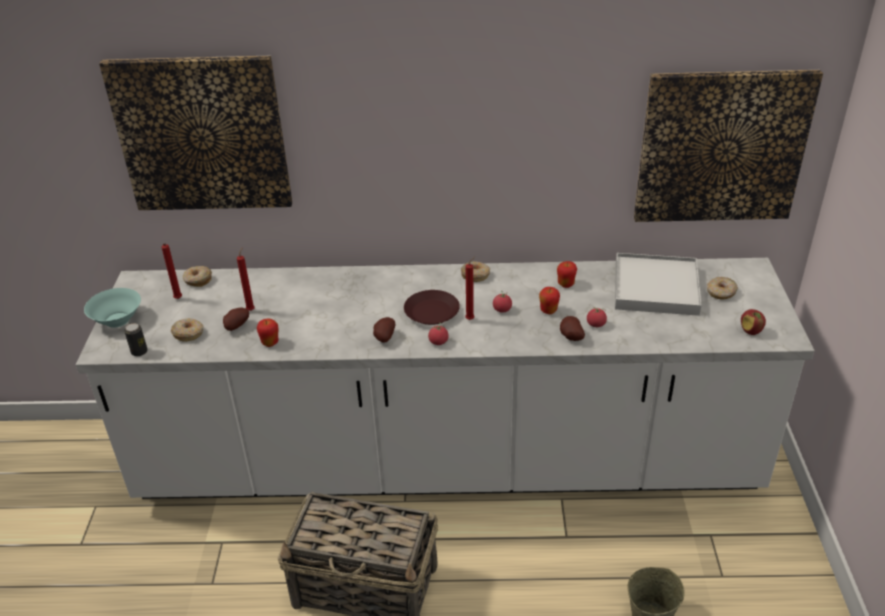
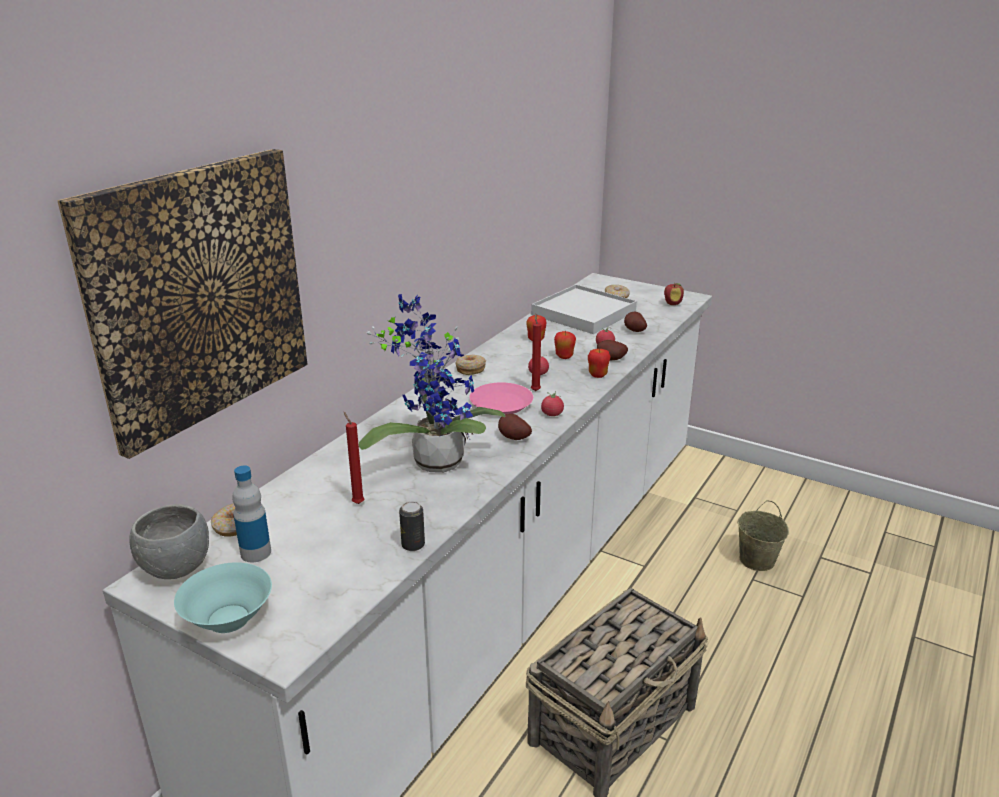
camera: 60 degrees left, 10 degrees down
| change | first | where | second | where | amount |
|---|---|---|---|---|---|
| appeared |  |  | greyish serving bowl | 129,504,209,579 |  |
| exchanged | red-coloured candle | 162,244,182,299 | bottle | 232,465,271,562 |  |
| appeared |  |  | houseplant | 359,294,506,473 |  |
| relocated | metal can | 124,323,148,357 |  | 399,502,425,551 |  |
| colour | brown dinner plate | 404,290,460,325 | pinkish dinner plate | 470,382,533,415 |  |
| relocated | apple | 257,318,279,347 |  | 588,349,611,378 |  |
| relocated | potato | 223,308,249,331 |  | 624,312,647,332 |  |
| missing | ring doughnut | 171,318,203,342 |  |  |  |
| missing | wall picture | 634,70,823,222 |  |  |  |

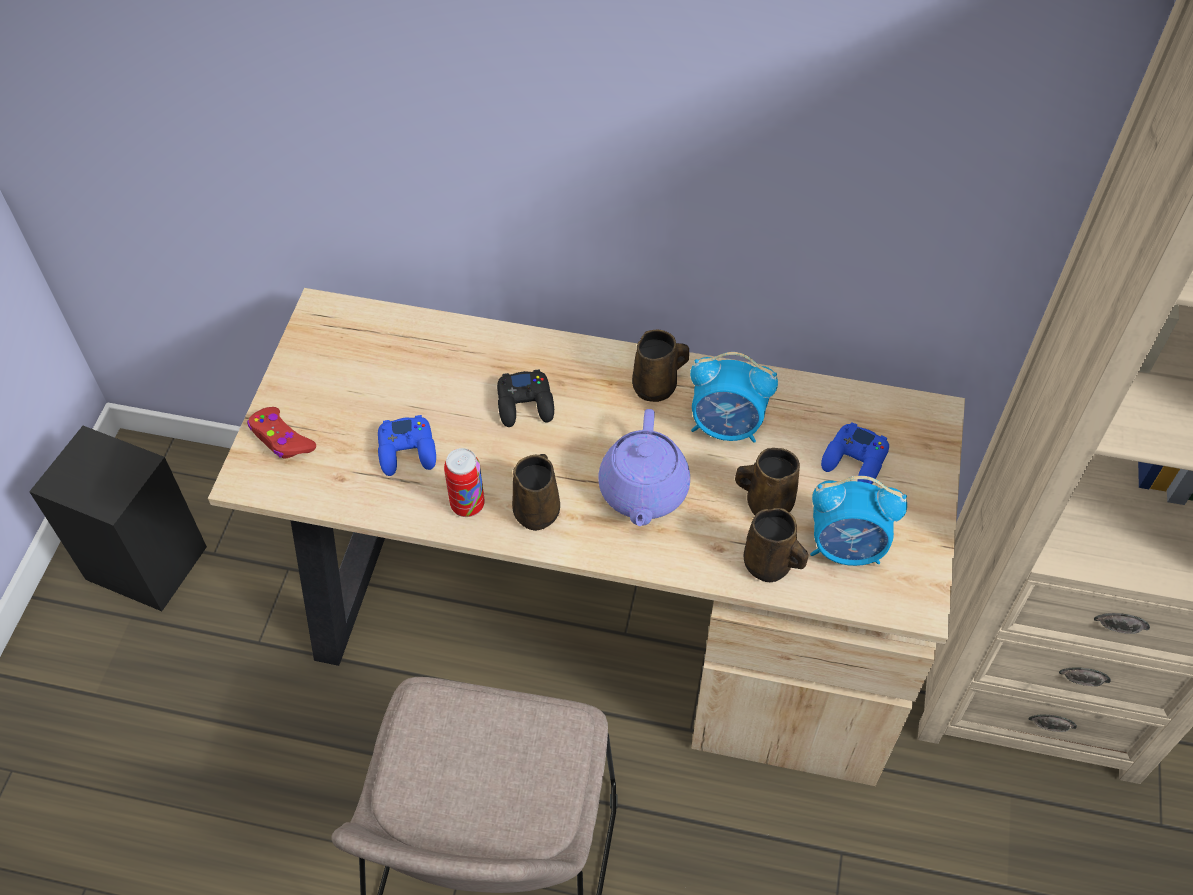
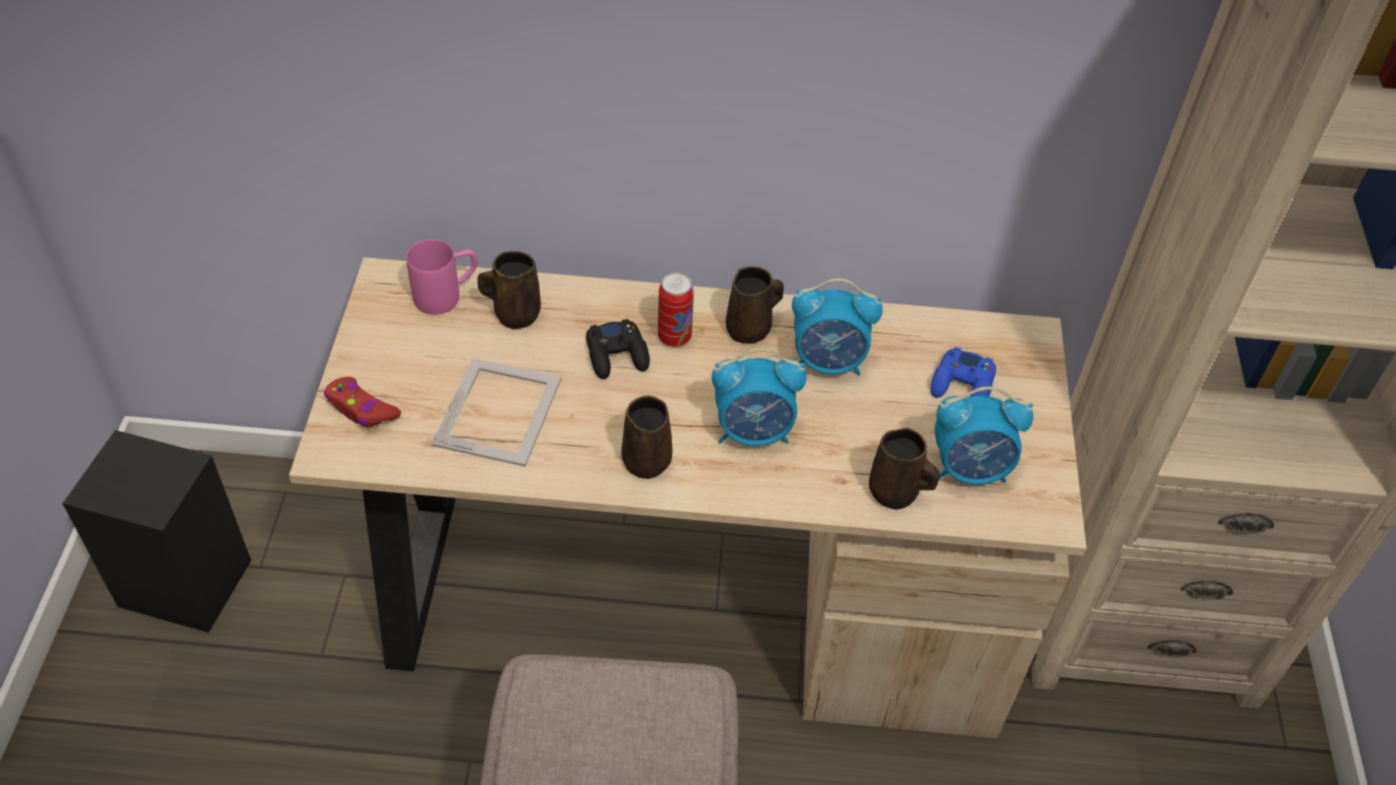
camera: 10 degrees left, 5 degrees down
| change | first | where | second | where | amount |
|---|---|---|---|---|---|
| appeared |  |  | pinkish mug | 406,239,477,315 |  |
| exchanged | blue gamepad | 378,415,436,476 | picture frame | 432,358,561,467 |  |
| relocated | brown mug | 735,448,800,515 |  | 477,251,541,329 |  |
| relocated | metal can | 444,448,485,517 |  | 658,273,694,347 |  |
| exchanged | purplish teapot | 598,409,690,526 | alarm clock | 712,348,807,446 |  |

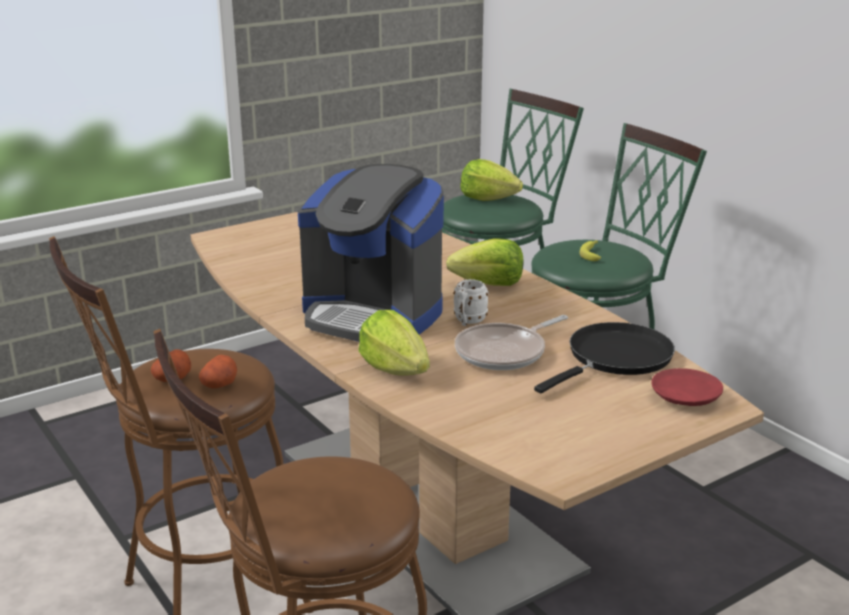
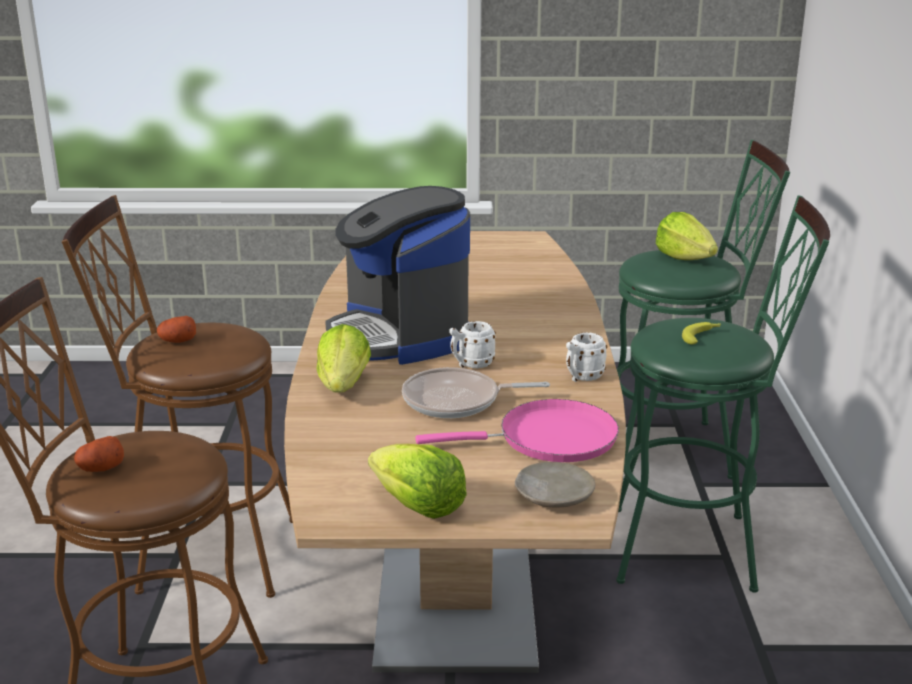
camera: 35 degrees right, 0 degrees up
| change | first | where | second | where | amount |
|---|---|---|---|---|---|
| relocated | potato | 199,355,237,388 |  | 74,436,124,472 |  |
| relocated | head of lettuce | 446,239,524,286 |  | 368,444,467,519 |  |
| colour | blackish skillet | 534,322,675,393 | pinkish skillet | 415,399,619,462 |  |
| colour | red-coloured dinner plate | 651,368,723,406 | beige dinner plate | 515,462,595,507 |  |
| appeared |  |  | whitish mug | 566,332,607,382 |  |

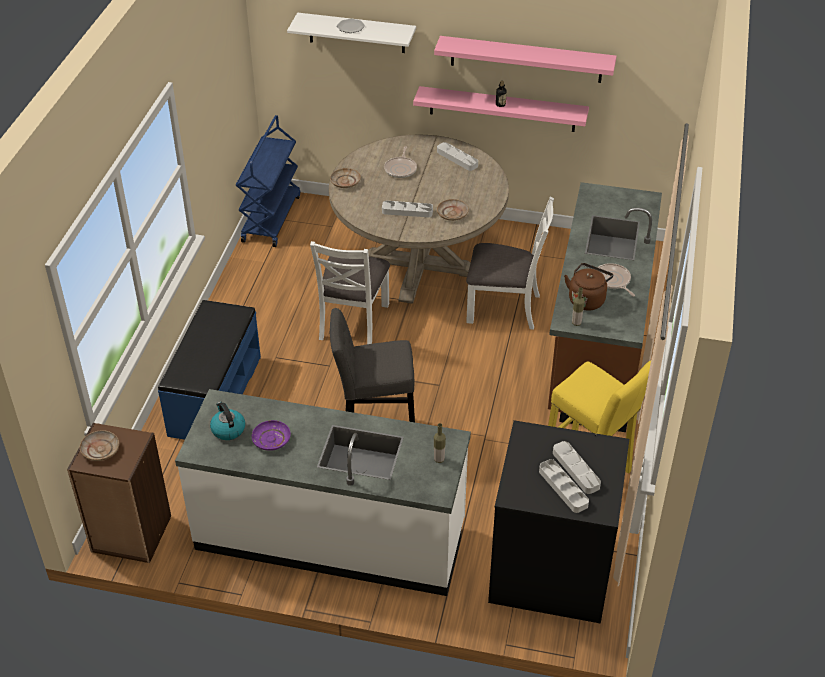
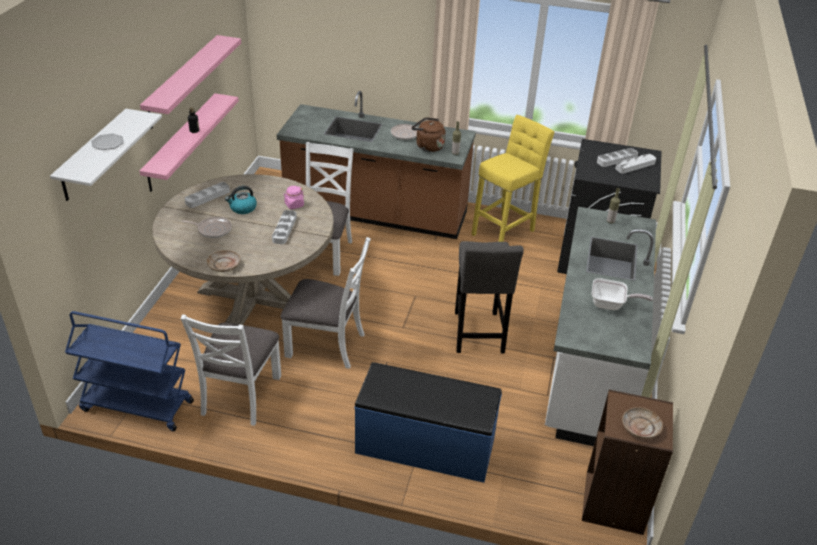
camera: 90 degrees left, 5 degrees down
| change | first | where | second | where | amount |
|---|---|---|---|---|---|
| appeared |  |  | whitish plain chair | 181,314,281,426 |  |
| relocated | tea kettle | 210,401,245,440 |  | 225,186,257,214 |  |
| exchanged | beige dinner plate | 437,199,469,221 | pinkish storage jar | 283,186,304,209 |  |
| exchanged | purplish dinner plate | 252,420,291,451 | skillet | 592,278,653,310 |  |

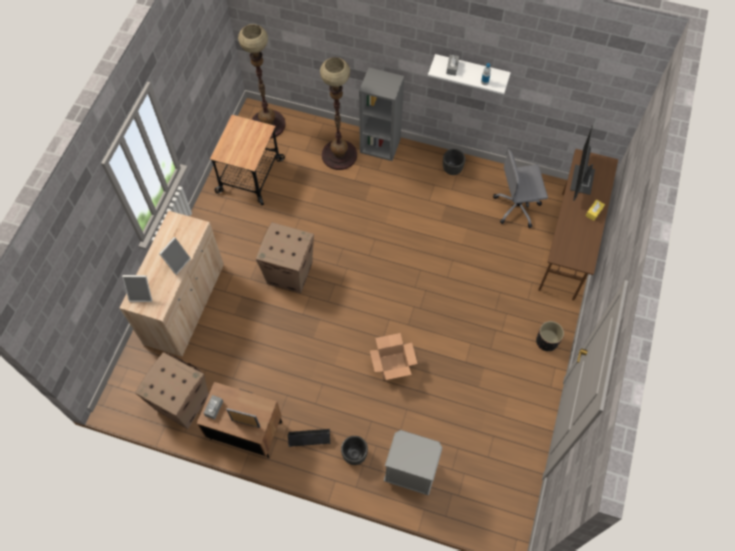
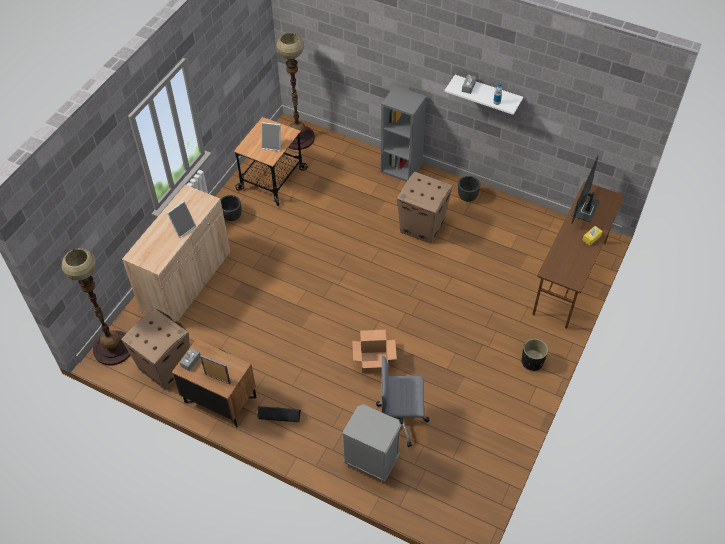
camera: 10 degrees right, 10 degrees down
| change | first | where | second | where | amount |
|---|---|---|---|---|---|
| relocated | floor lamp | 320,57,357,170 |  | 61,248,130,366 |  |
| relocated | blackish flower pot | 341,436,368,465 |  | 220,195,242,221 |  |
| relocated | picture frame | 122,275,152,302 |  | 262,122,281,151 |  |
| relocated | greyish computer chair | 493,149,548,228 |  | 376,356,429,447 |  |
| relocated | packing box | 256,222,314,293 |  | 397,171,453,244 |  |

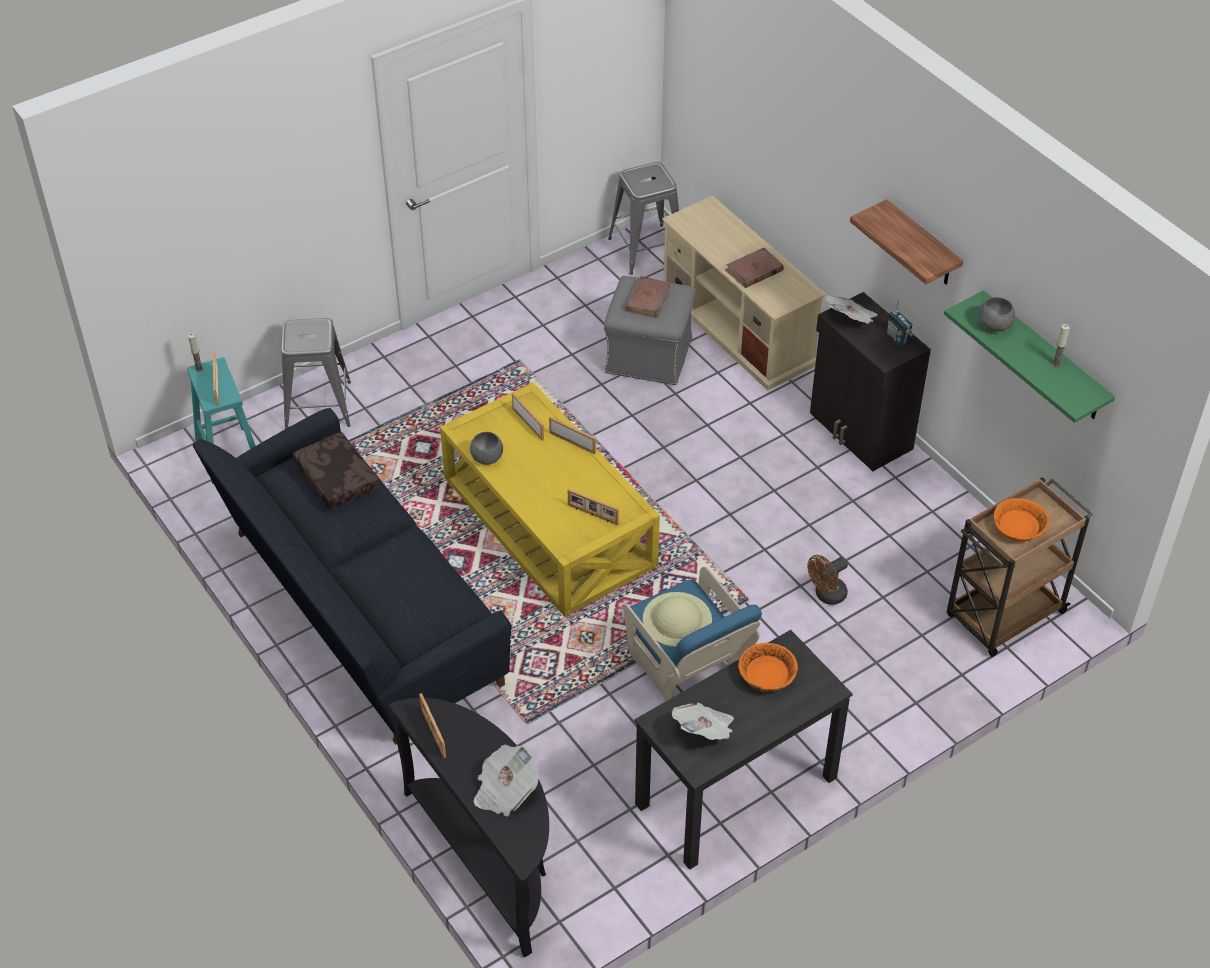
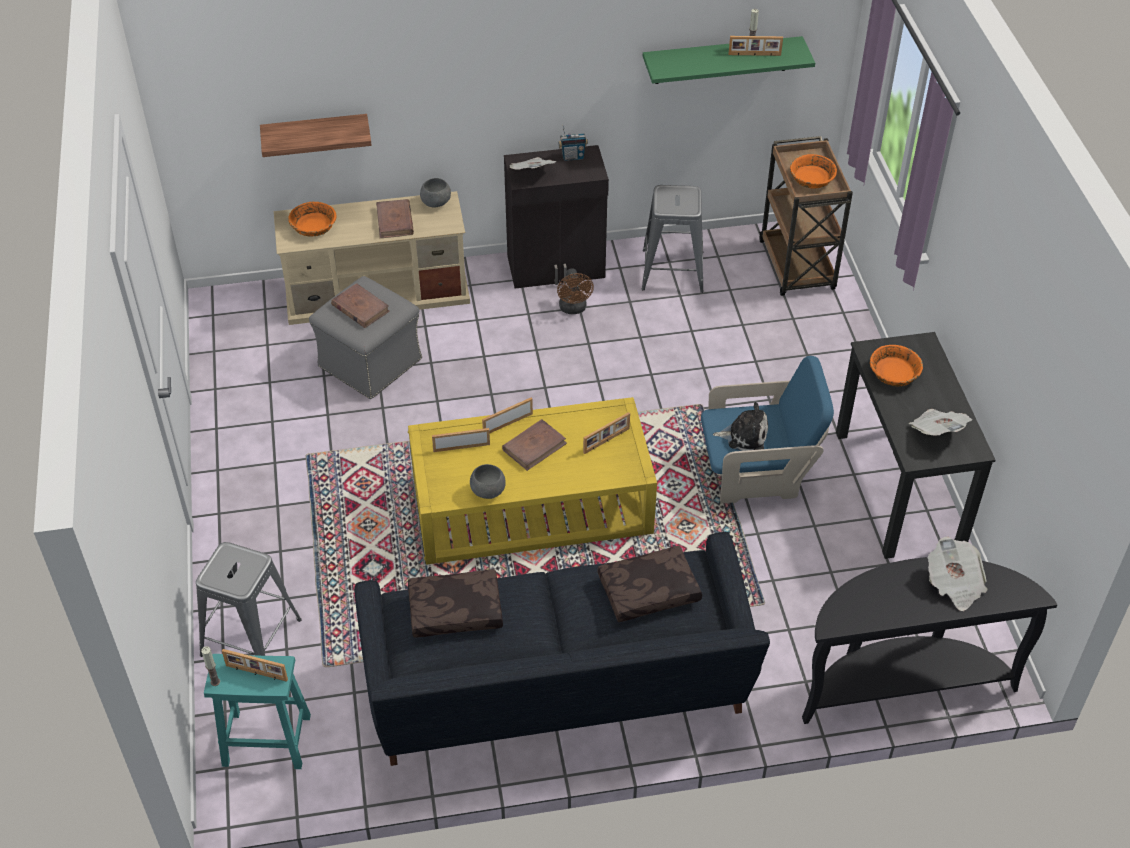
camera: 65 degrees left, 0 degrees up
| change | first | where | second | where | amount |
|---|---|---|---|---|---|
| relocated | shelf | 850,199,963,285 |  | 260,114,372,157 |  |
| appeared |  |  | orangey serving bowl | 288,202,337,237 |  |
| relocated | greyish serving bowl | 978,297,1015,332 |  | 420,178,451,208 |  |
| appeared |  |  | brown volume | 502,419,567,471 |  |
| relocated | brown fan | 808,555,848,605 |  | 557,268,594,314 |  |
| appeared |  |  | brown pillow | 597,546,702,622 |  |
| relocated | greyish stool seat | 608,162,679,275 |  | 642,185,704,293 |  |
| exchanged | beige hat | 643,592,712,647 | plush toy | 713,402,768,451 |  |
| relocated | picture frame | 419,693,446,758 |  | 729,36,783,56 |  |

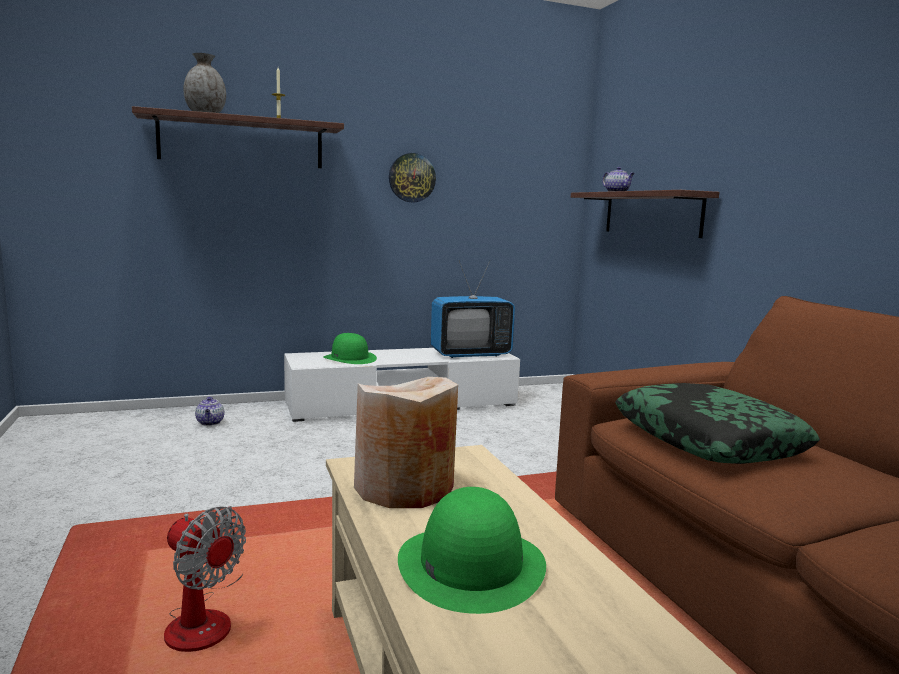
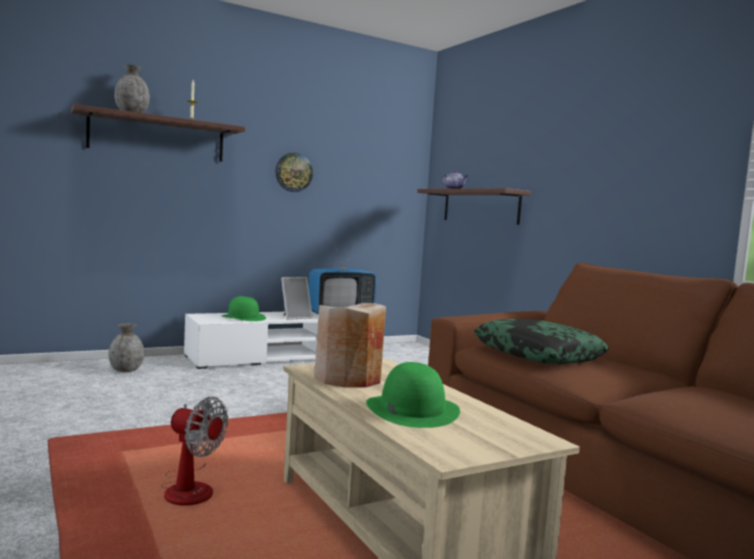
camera: 10 degrees left, 5 degrees down
| change | first | where | second | where | amount |
|---|---|---|---|---|---|
| exchanged | teapot | 195,397,224,426 | greyish vase | 108,324,144,372 |  |
| appeared |  |  | picture frame | 281,277,313,320 |  |

